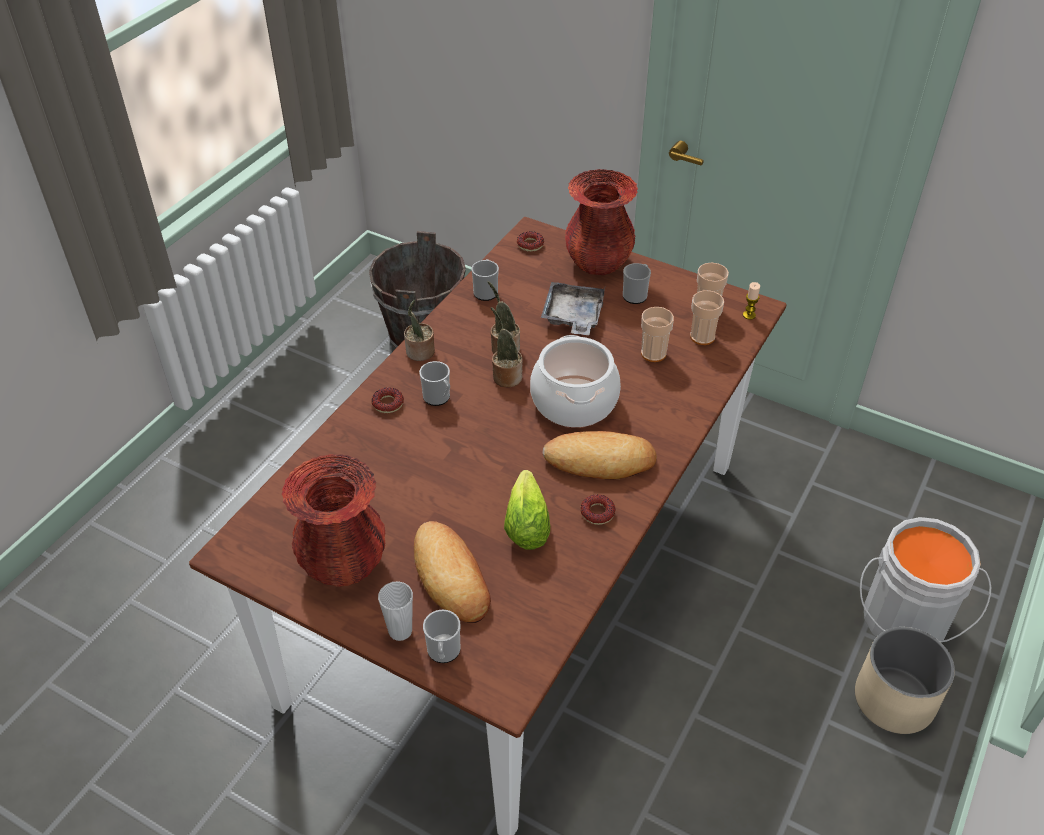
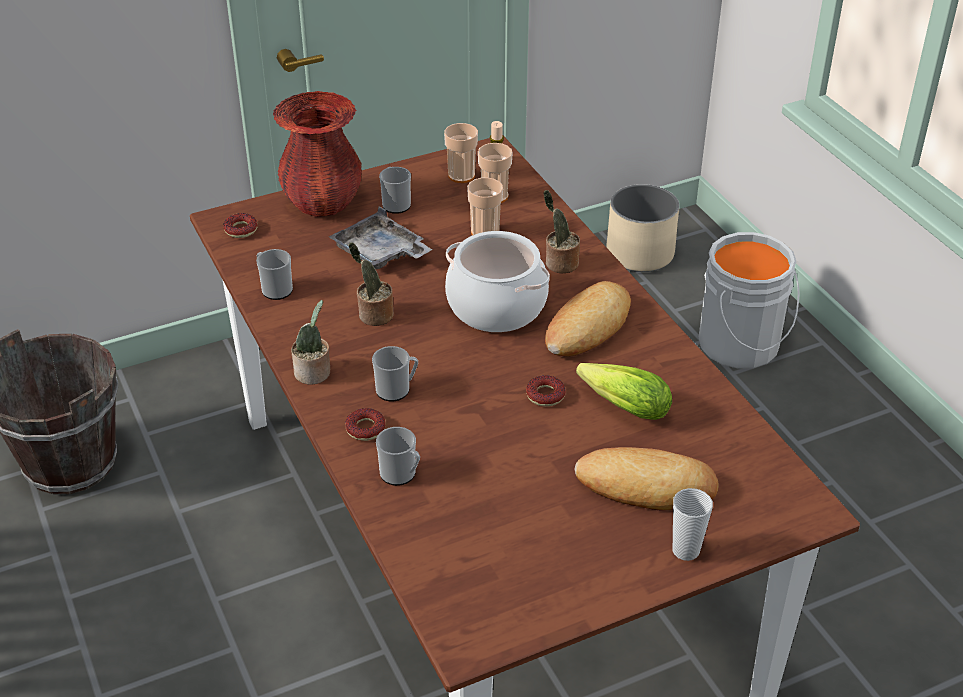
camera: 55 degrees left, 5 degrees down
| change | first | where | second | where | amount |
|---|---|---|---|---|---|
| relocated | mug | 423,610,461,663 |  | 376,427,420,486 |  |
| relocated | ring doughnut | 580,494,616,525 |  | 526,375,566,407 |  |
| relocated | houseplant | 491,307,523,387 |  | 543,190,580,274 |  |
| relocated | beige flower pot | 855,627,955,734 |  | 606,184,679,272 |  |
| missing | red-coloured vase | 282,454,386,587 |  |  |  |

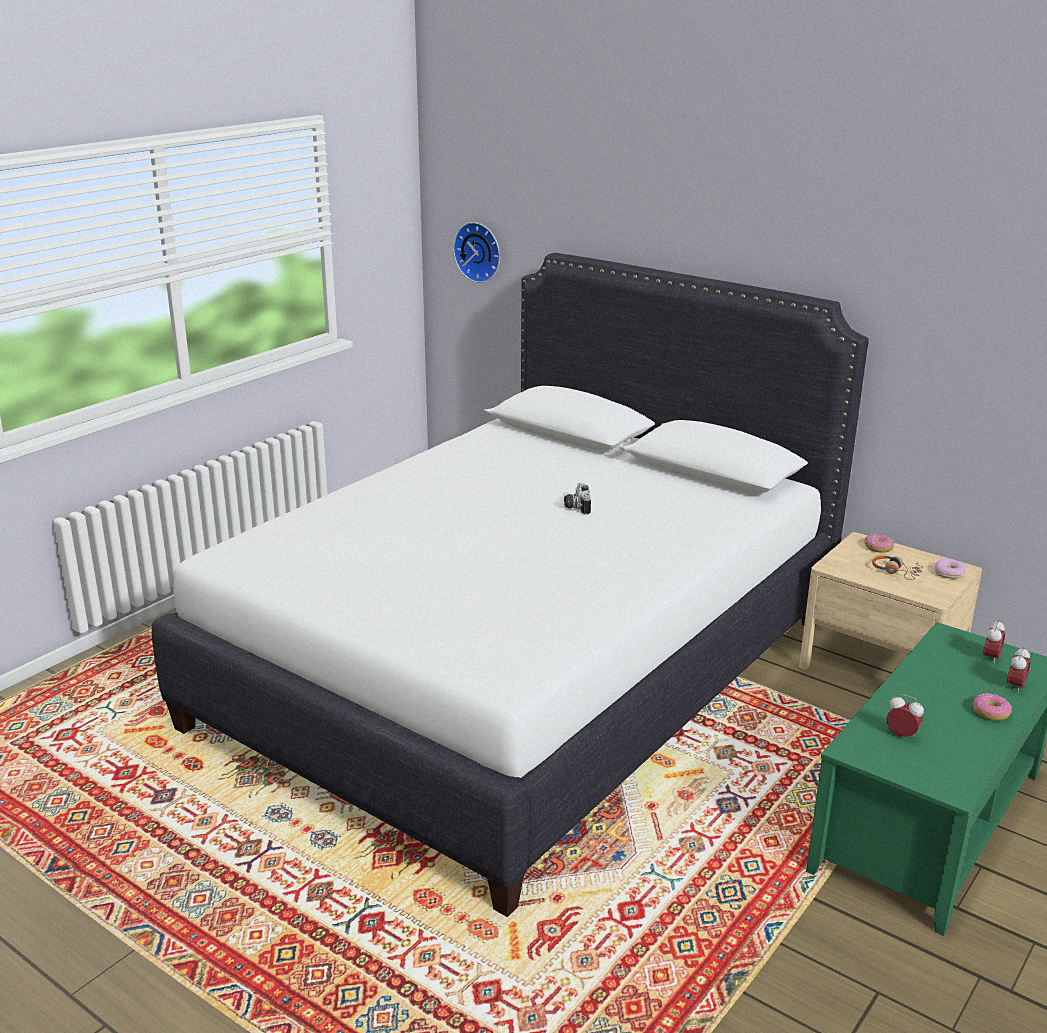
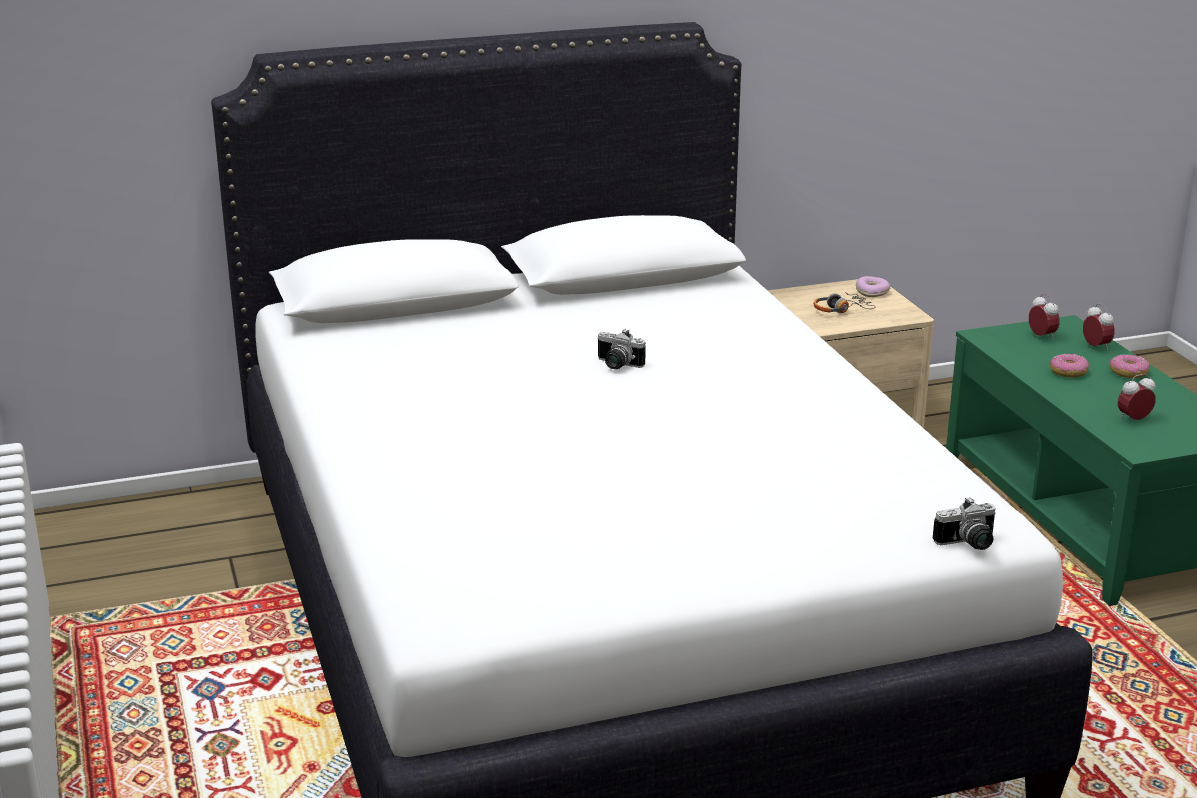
camera: 55 degrees left, 0 degrees up
| change | first | where | second | where | amount |
|---|---|---|---|---|---|
| appeared |  |  | still camera | 933,497,996,550 |  |
| relocated | ring doughnut | 865,534,894,553 |  | 1050,354,1089,378 |  |
| missing | clock on the wall | 453,222,500,283 |  |  |  |

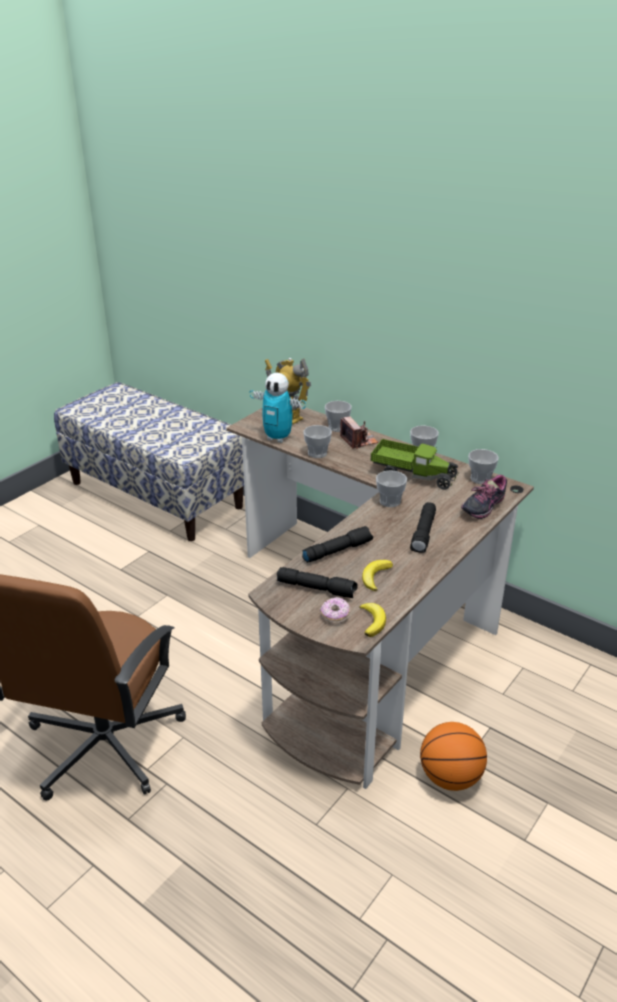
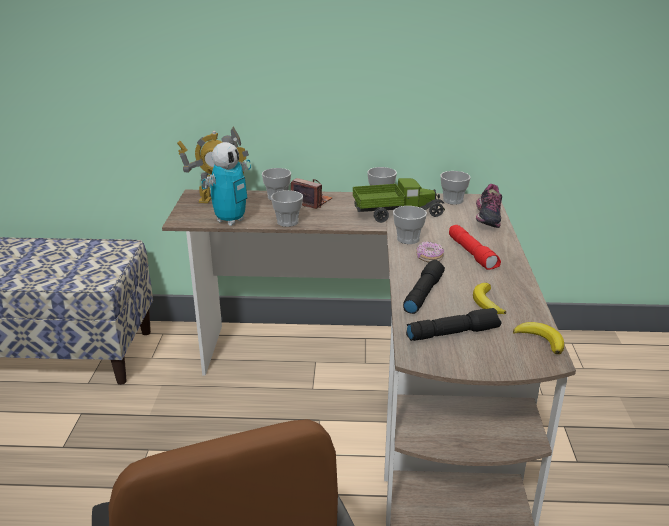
camera: 35 degrees left, 5 degrees down
| change | first | where | second | where | amount |
|---|---|---|---|---|---|
| spun | toy robot | 250,373,306,443 |  | 201,142,251,226 | 45 degrees counterclockwise |
| relocated | ring doughnut | 320,597,350,624 |  | 416,241,444,263 |  |
| colour | blackish flashlight | 410,502,436,553 | red-coloured flashlight | 449,225,501,270 |  |
| missing | basketball | 420,722,487,791 |  |  |  |

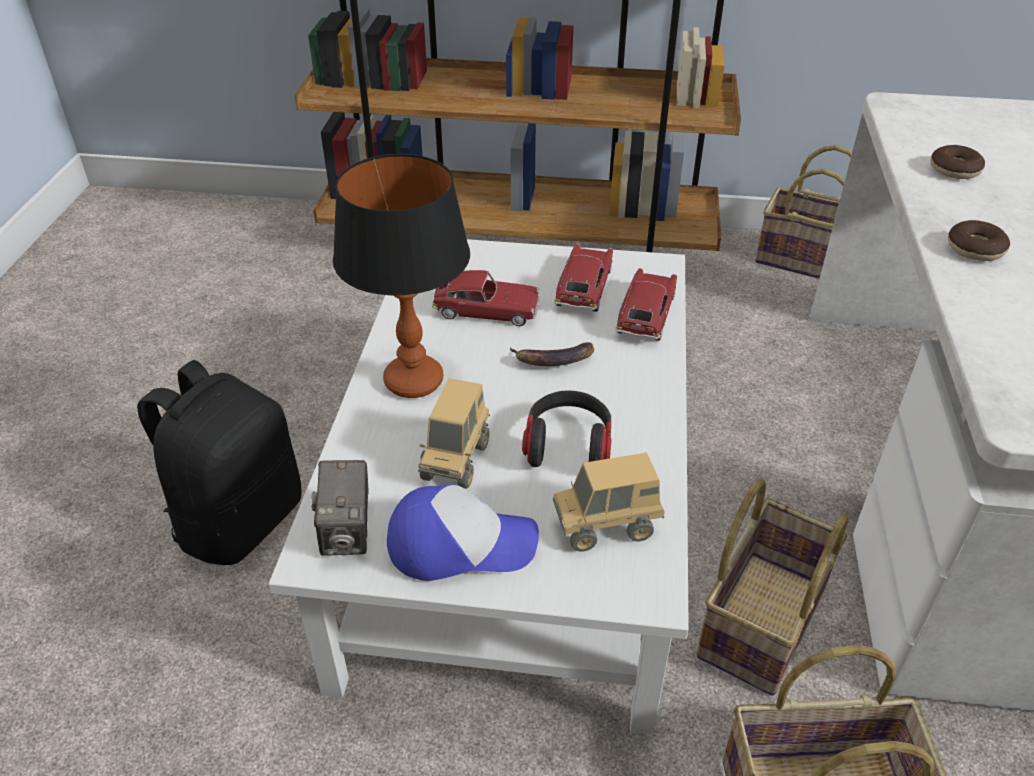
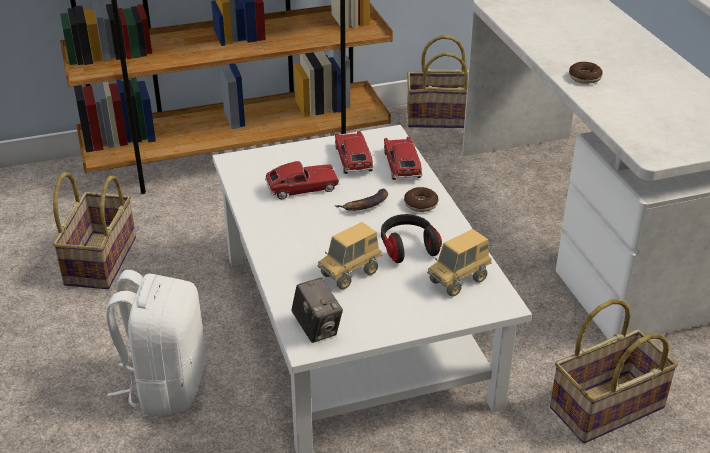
camera: 25 degrees left, 5 degrees down
| change | first | where | second | where | amount |
|---|---|---|---|---|---|
| relocated | household basket | 696,479,848,696 |  | 53,172,136,289 |  |
| colour | blackish backpack | 137,360,301,565 | whitish backpack | 106,270,206,415 |  |
| spun | toy truck | 418,378,490,489 |  | 318,222,382,289 | 60 degrees clockwise |
| relocated | ring doughnut | 930,145,985,179 |  | 404,187,439,212 |  |
| missing | table lamp | 333,154,470,398 |  |  |  |
| missing | cap | 387,484,539,581 |  |  |  |

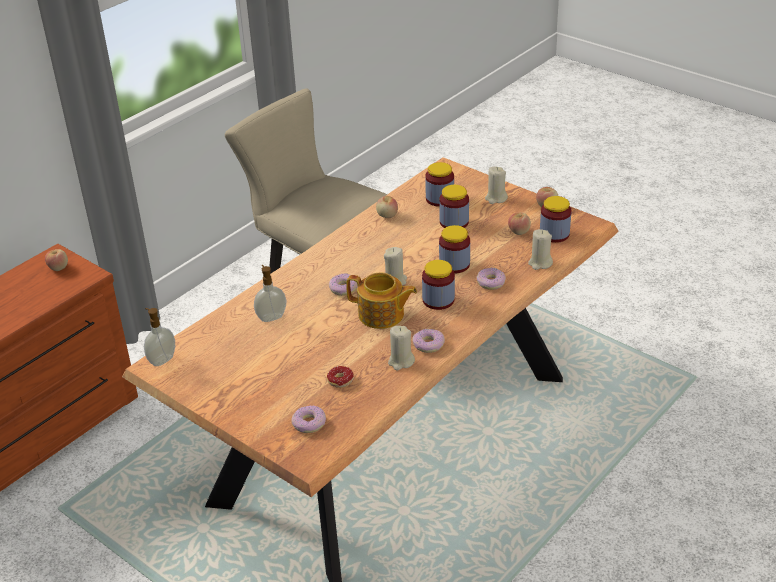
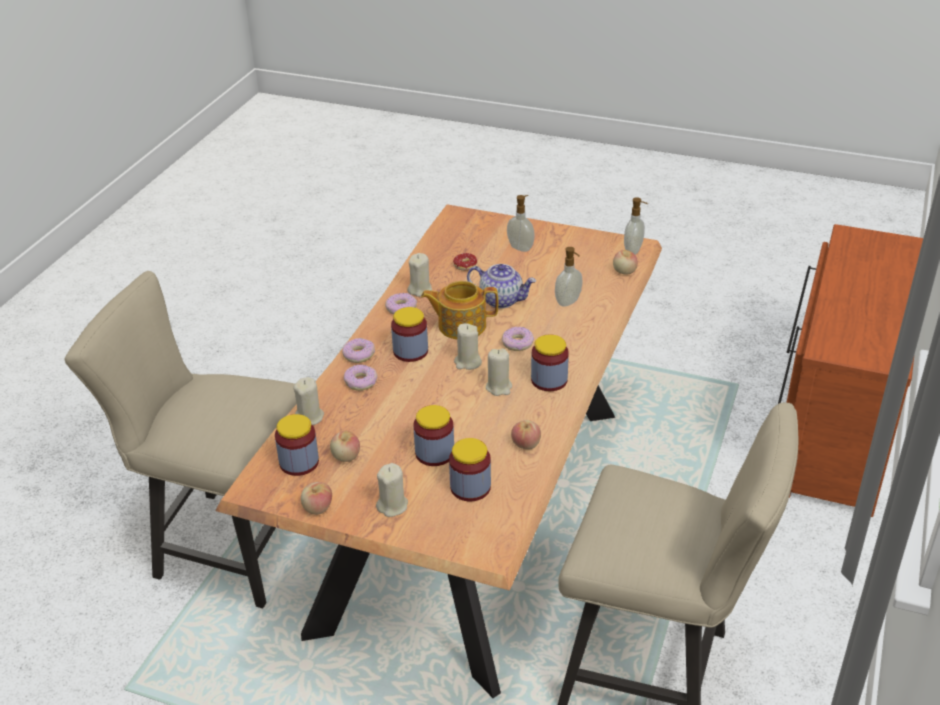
camera: 160 degrees right, 0 degrees up
| change | first | where | second | where | amount |
|---|---|---|---|---|---|
| appeared |  |  | beige plain chair | 65,271,297,609 |  |
| relocated | ring doughnut | 291,406,326,433 |  | 342,338,375,363 |  |
| appeared |  |  | teapot | 467,264,536,308 |  |
| appeared |  |  | beige candle | 486,348,512,396 |  |
| appeared |  |  | liquid soap bottle | 507,195,535,252 |  |
| relocated | storage jar | 439,225,470,273 |  | 531,334,569,391 |  |
| relocated | apple | 45,249,68,271 |  | 613,250,638,275 |  |

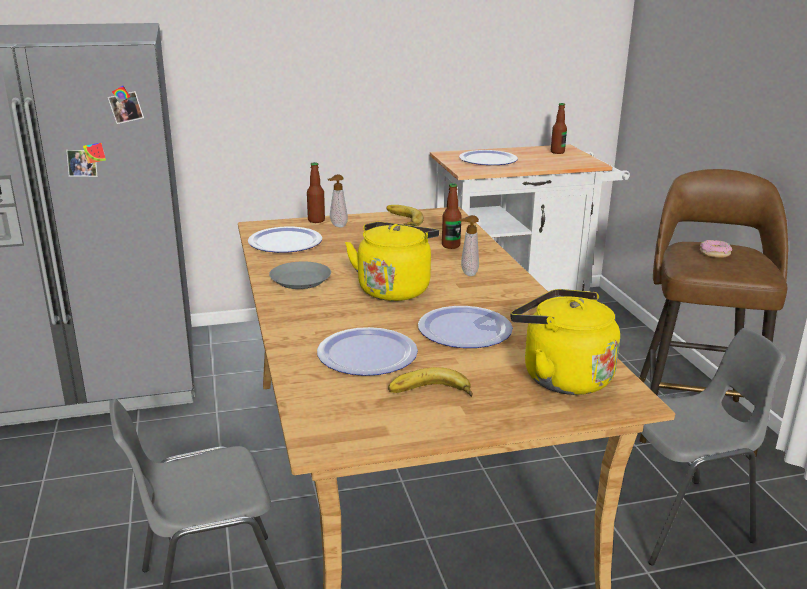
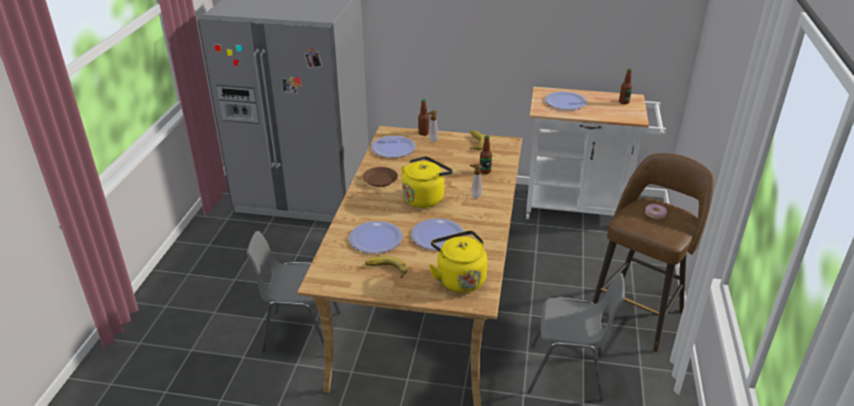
camera: 25 degrees right, 10 degrees up
| change | first | where | second | where | amount |
|---|---|---|---|---|---|
| colour | greyish dinner plate | 269,261,331,289 | brown dinner plate | 362,167,398,187 |  |

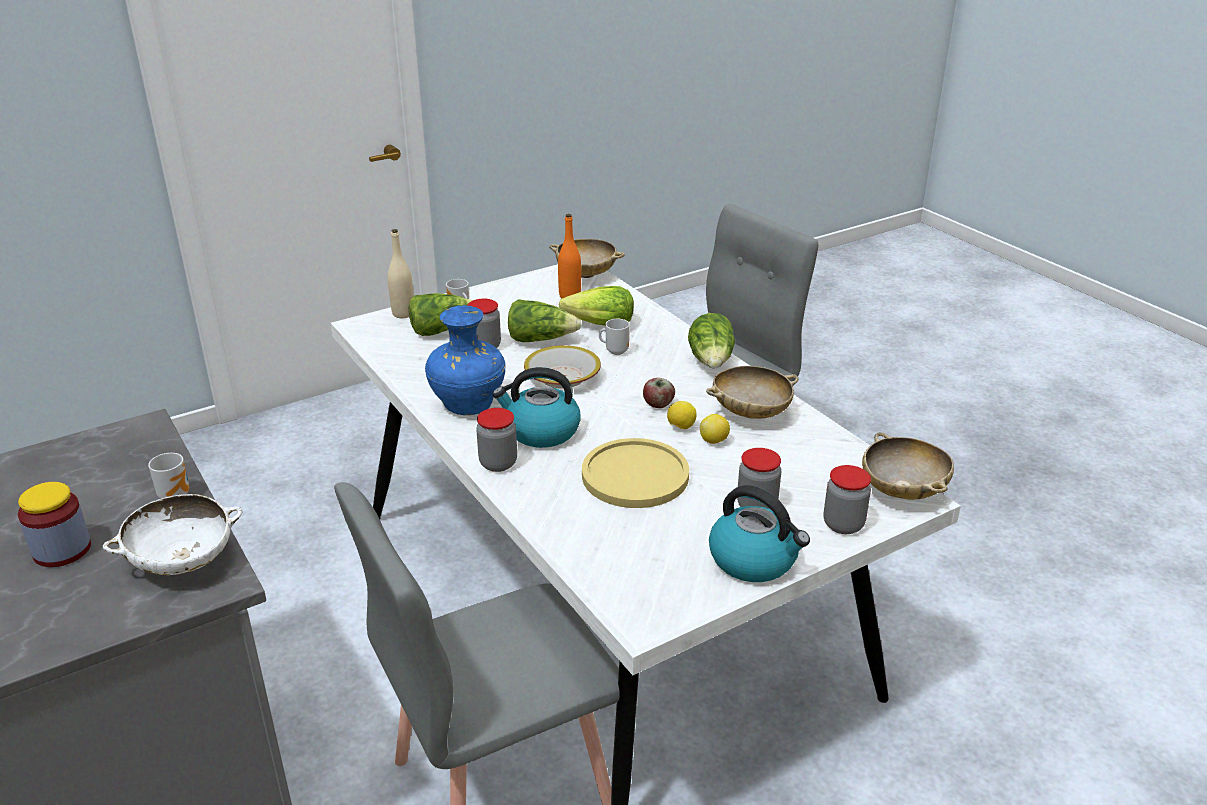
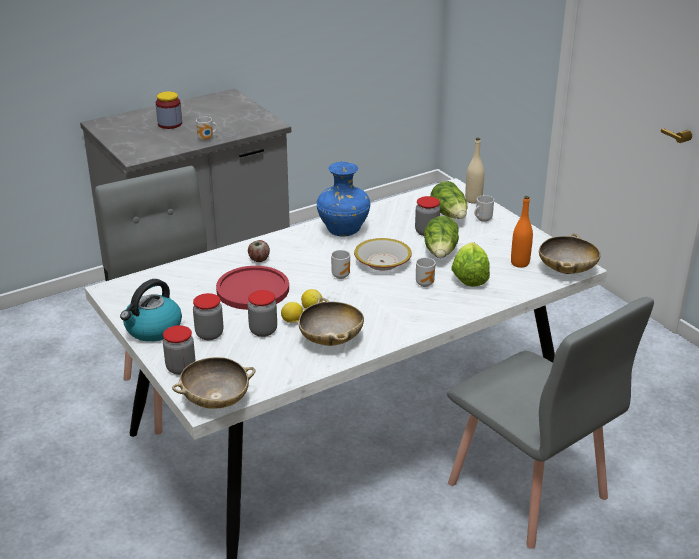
camera: 90 degrees right, 0 degrees up
| change | first | where | second | where | amount |
|---|---|---|---|---|---|
| colour | yellowish dinner plate | 582,438,689,508 | red-coloured dinner plate | 216,266,289,310 |  |
| relocated | apple | 643,378,675,408 |  | 248,240,270,262 |  |
| relocated | storage jar | 476,408,517,472 |  | 248,290,277,337 |  |
| appeared |  |  | mug | 331,250,350,279 |  |
| missing | whitish serving bowl | 103,494,242,575 |  |  |  |
| missing | tea kettle | 492,367,581,448 |  |  |  |
| missing | head of lettuce | 688,313,735,369 |  |  |  |

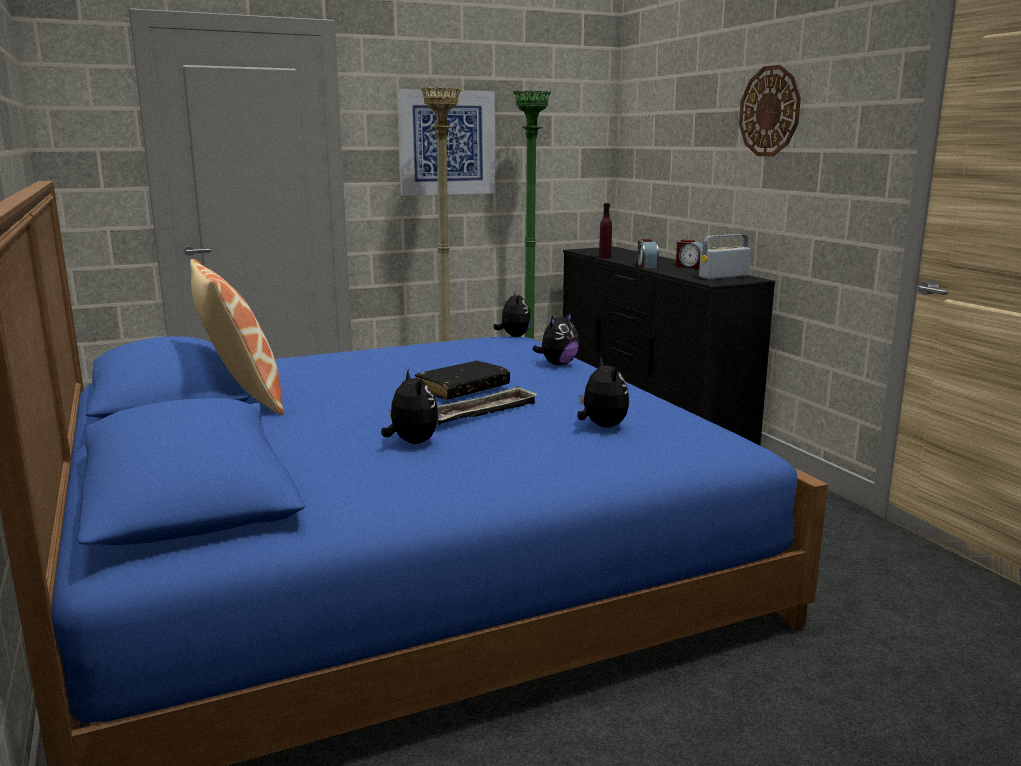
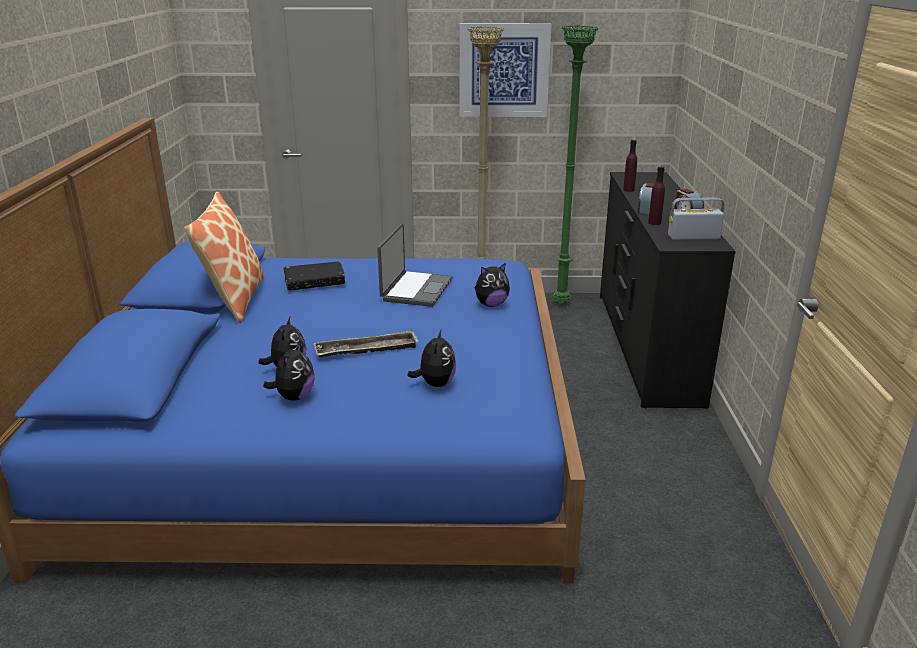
camera: 25 degrees right, 10 degrees up
| change | first | where | second | where | amount |
|---|---|---|---|---|---|
| relocated | plush toy | 493,292,531,337 |  | 263,341,315,401 |  |
| relocated | blackish volume | 415,361,510,400 |  | 283,262,345,291 |  |
| appeared |  |  | laptop | 377,224,453,307 |  |
| appeared |  |  | purplish bottle | 648,167,665,225 |  |
| missing | clock on the wall | 739,65,801,156 |  |  |  |

